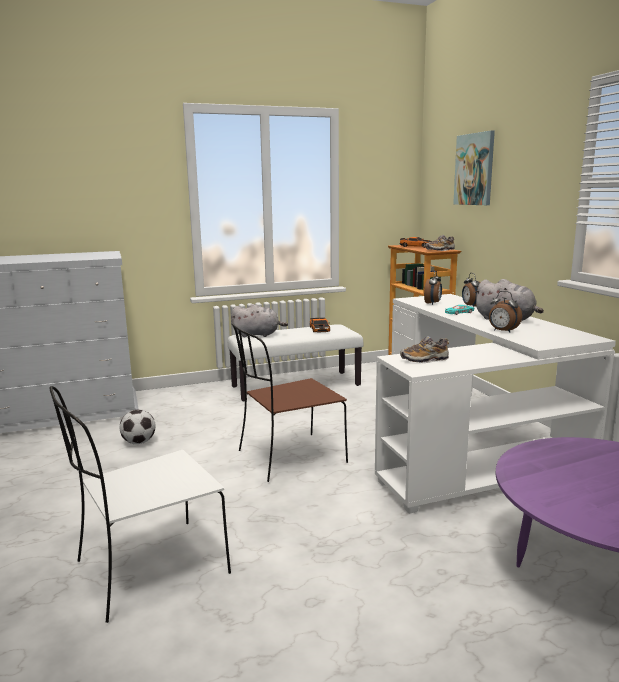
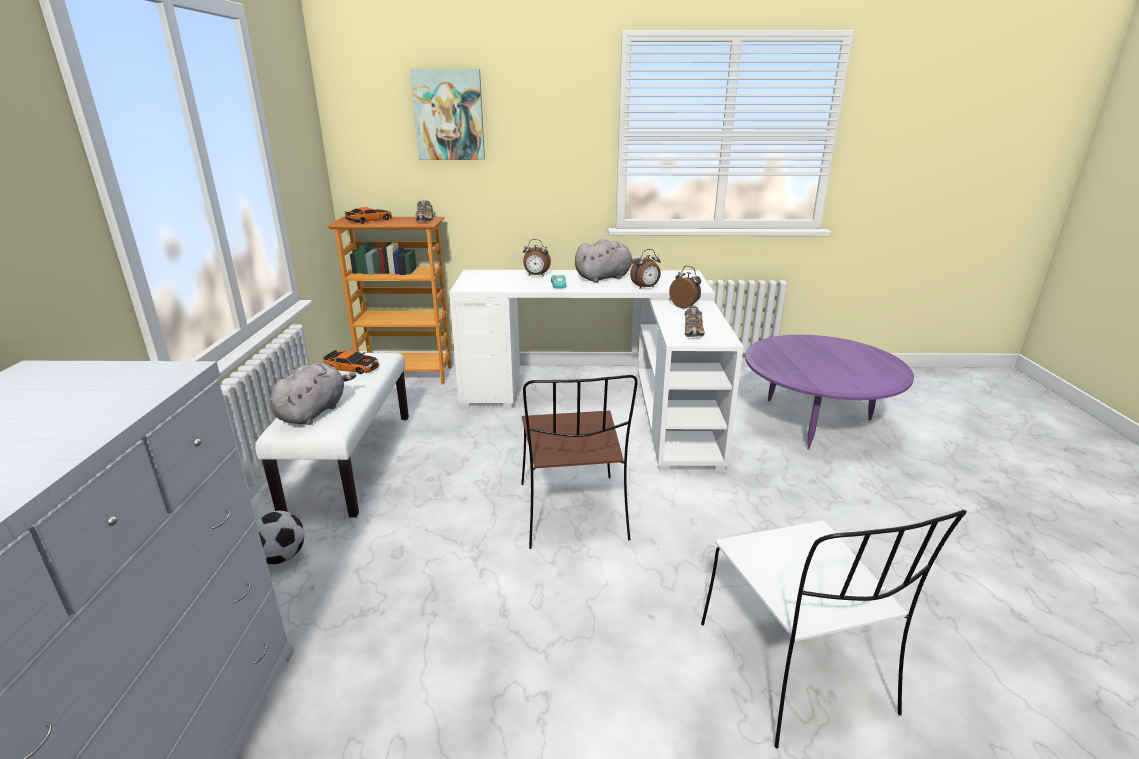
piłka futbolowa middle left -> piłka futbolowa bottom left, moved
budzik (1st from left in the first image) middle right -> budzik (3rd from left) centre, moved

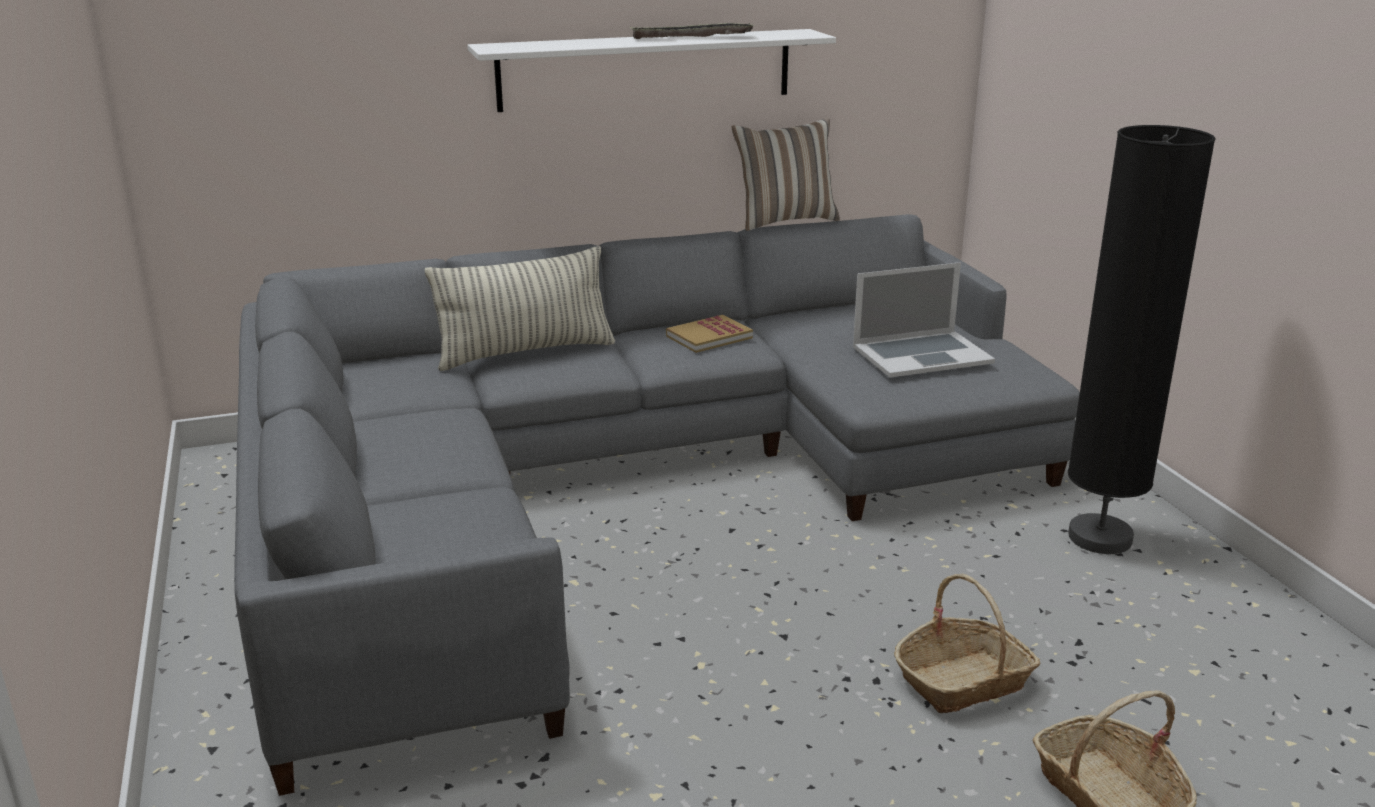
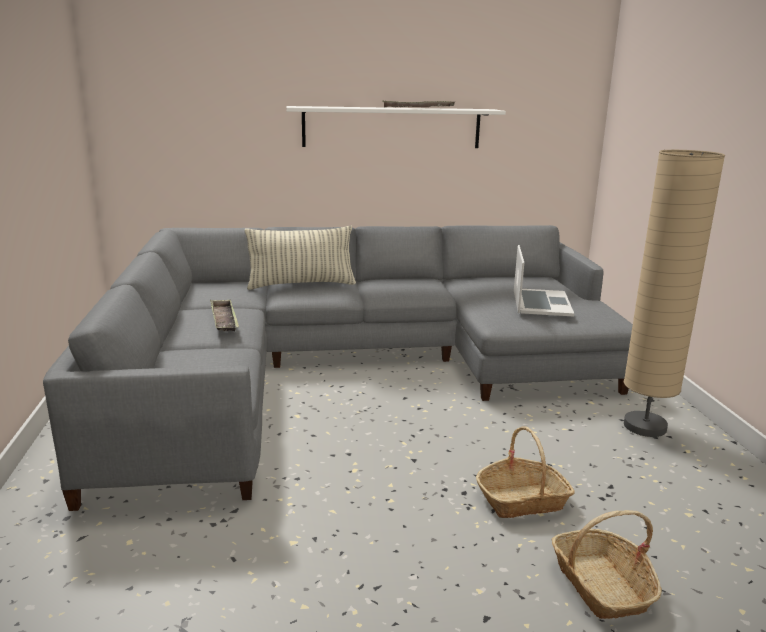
none -> taca (1st from left) middle left
laptop middle right, 75 degrees counterclockwise
lampa stojąca [czarny] middle right -> lampa stojąca [beżowy] middle right
książka centre -> none
poduszka (2nd from left) top centre -> none

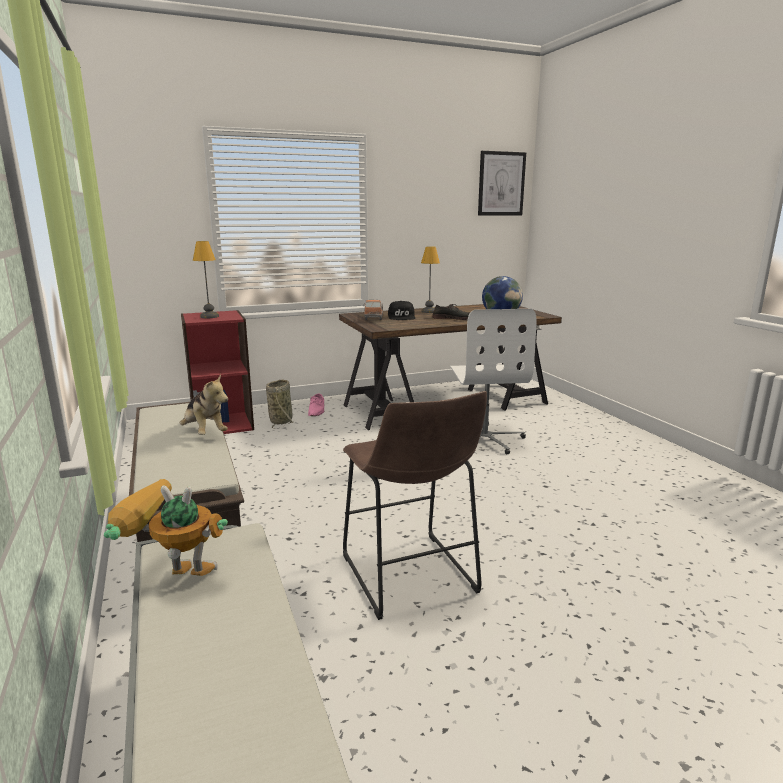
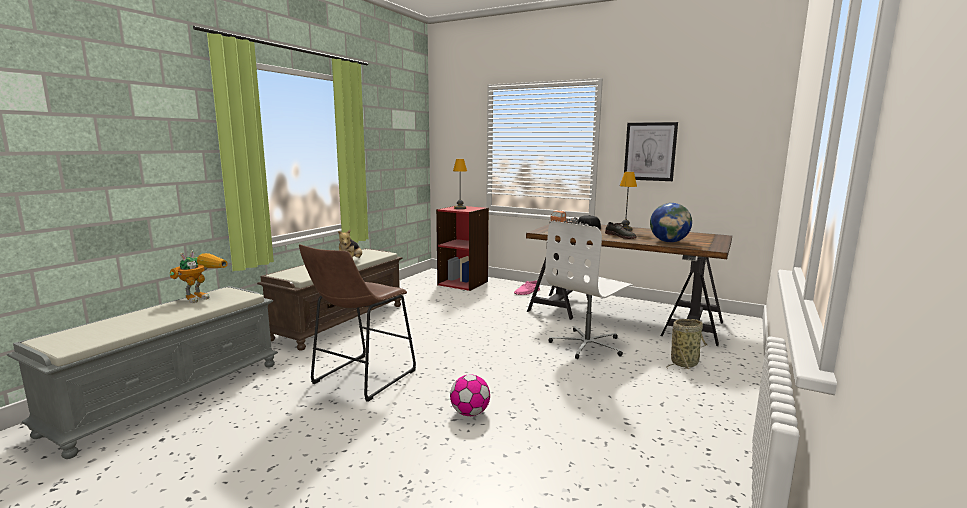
robot zabawkowy bottom left -> robot zabawkowy middle left, 60 degrees clockwise
none -> piłka futbolowa bottom centre
obraz top centre -> obraz top right, moved
koszyk centre -> koszyk bottom right, moved

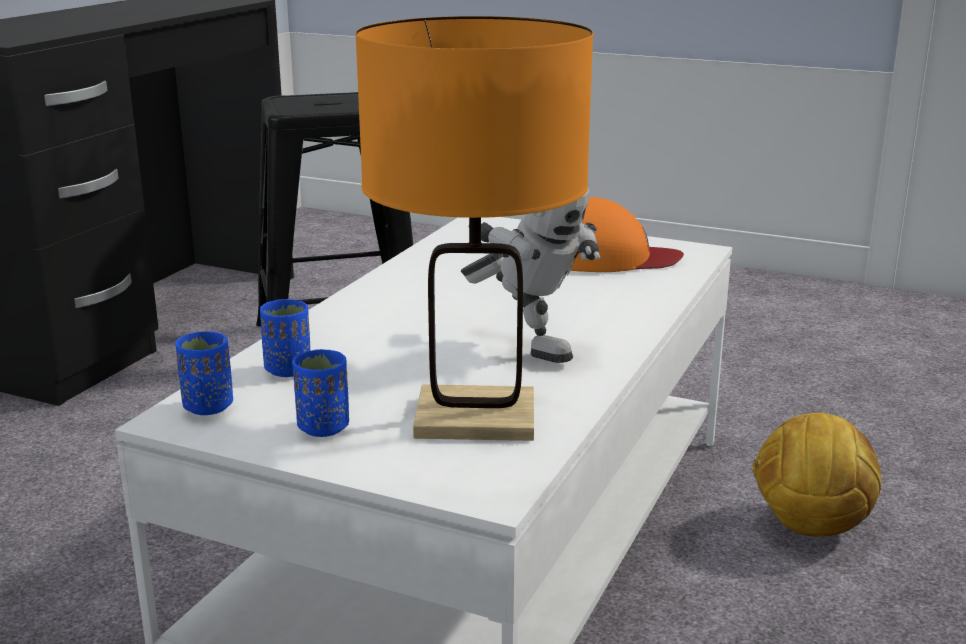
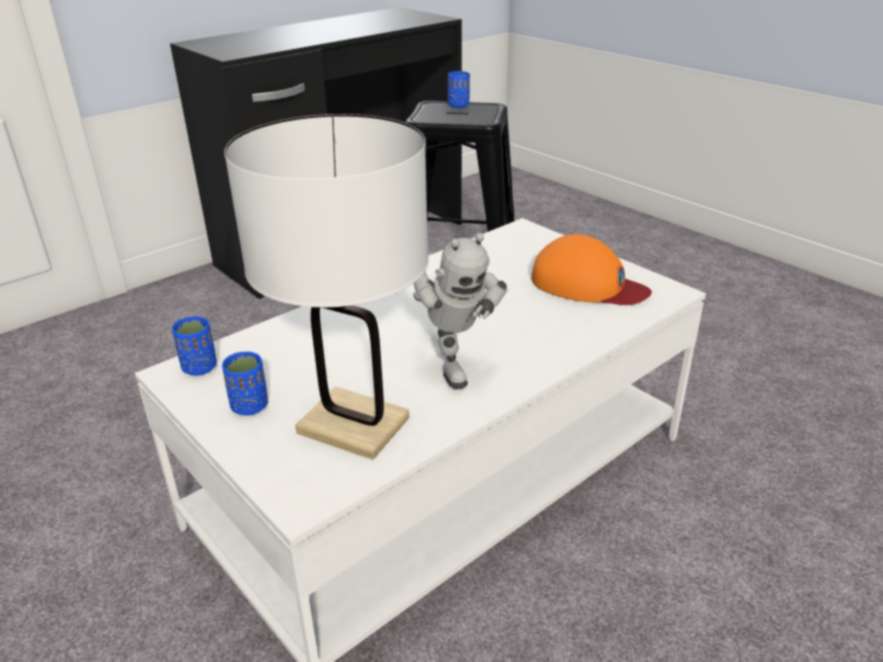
lampa stołowa [pomarańczowy] centre -> lampa stołowa [biały] centre
filiżanka [niebieski] (2nd from left in the first image) middle left -> filiżanka [niebieski] (3rd from left) top centre, moved
piłka futbolowa bottom right -> none

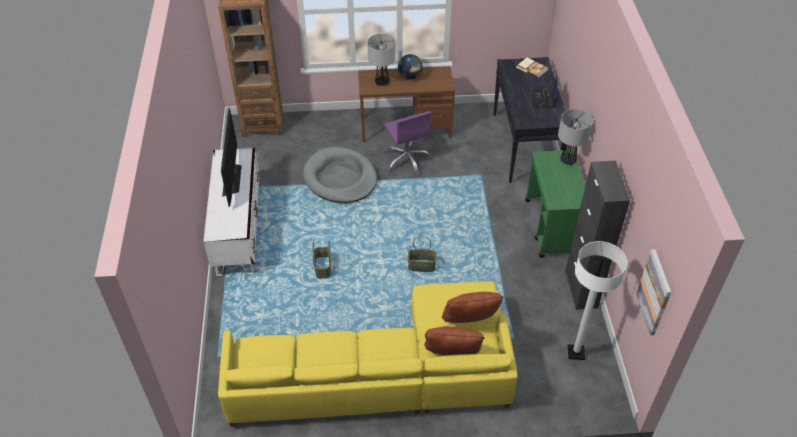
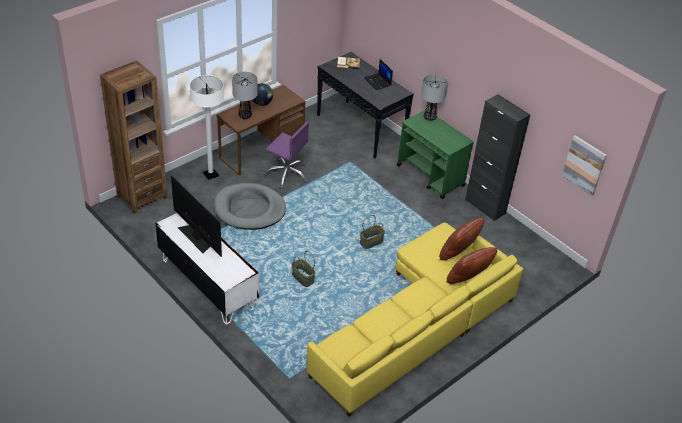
lampa stojąca [biały] bottom right -> lampa stojąca [biały] top left, moved

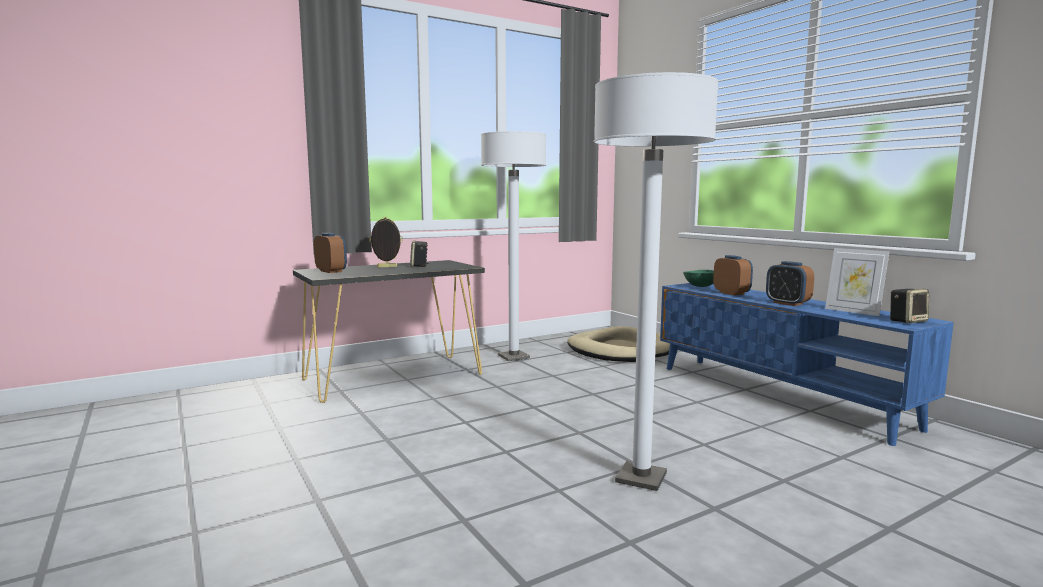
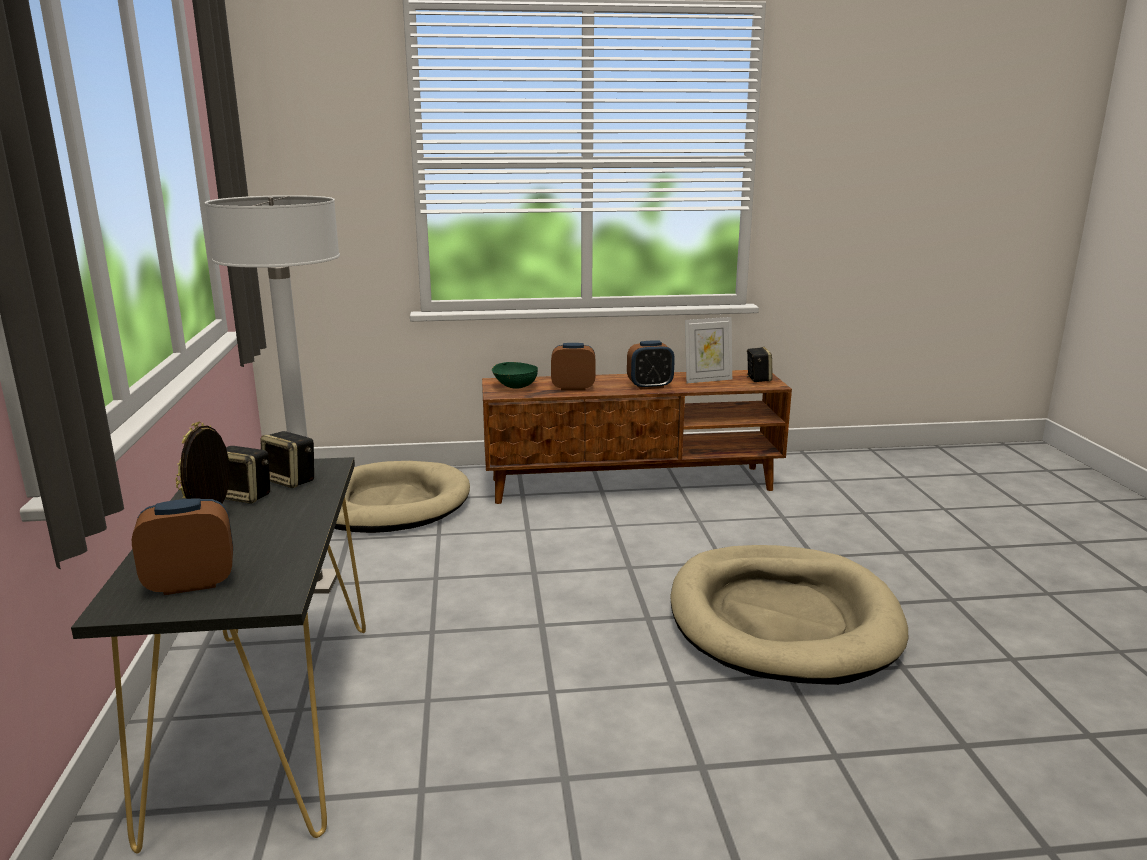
none -> głośnik (2nd from left) middle left
szafka pod telewizor [niebieski] middle right -> szafka pod telewizor [brązowy] centre
lampa stojąca [biały] (2nd from left) centre -> legowisko [beżowy] (2nd from left) bottom right

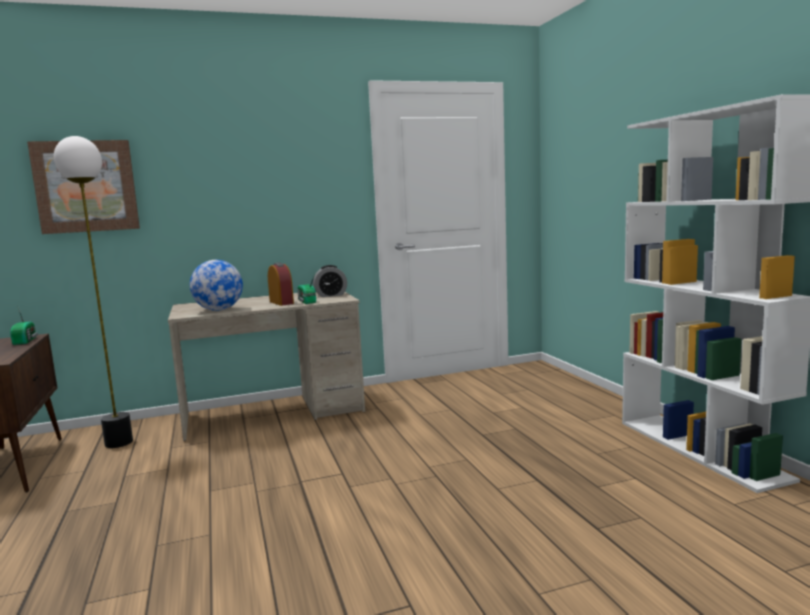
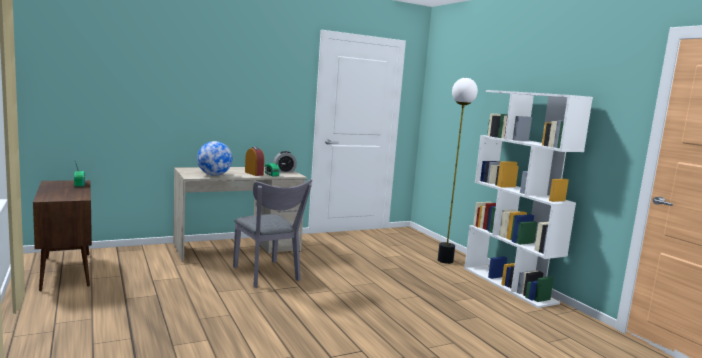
none -> krzesło [szary] centre
lampa stojąca middle left -> lampa stojąca centre, moved
obraz top left -> none

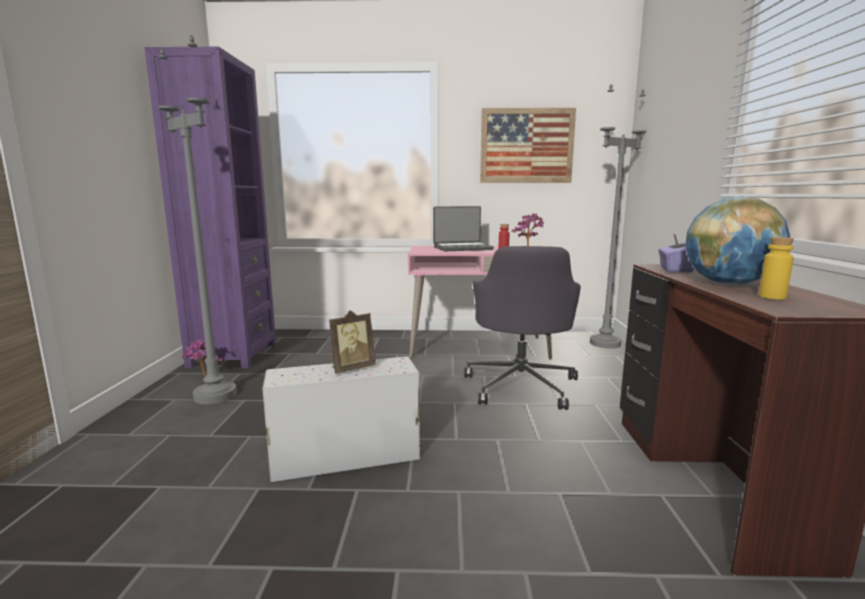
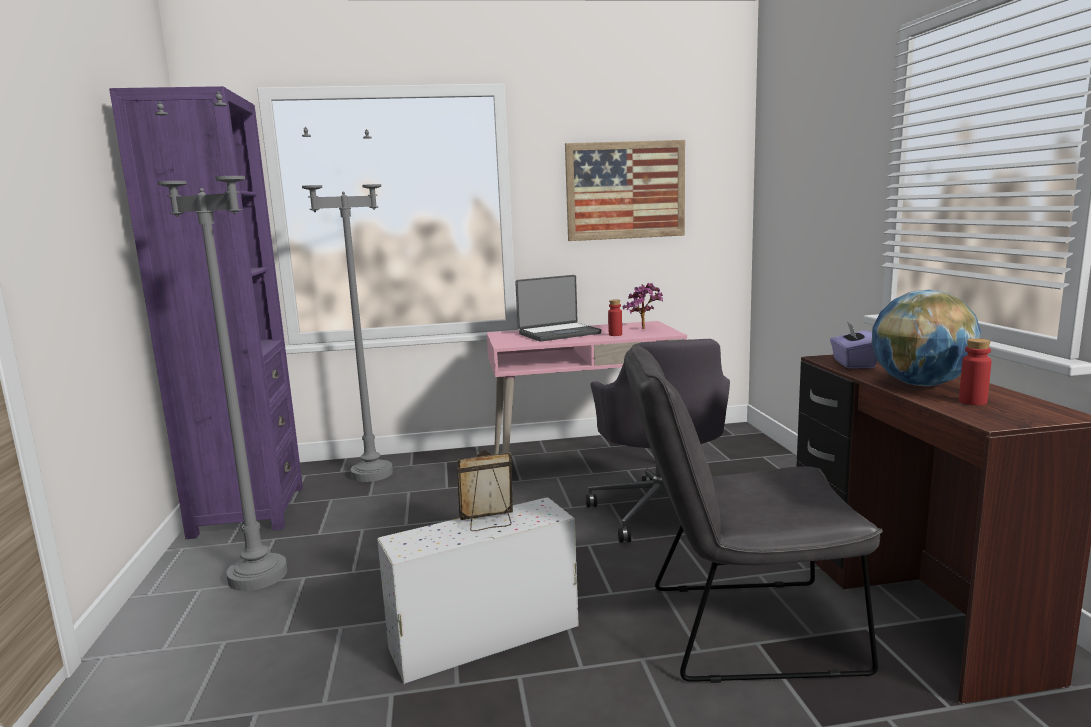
lampa stojąca [szary] (2nd from left) middle right -> lampa stojąca [szary] (2nd from left) middle left, moved
ramka na zdjęcie centre -> ramka na zdjęcie bottom centre, 150 degrees counterclockwise
none -> krzesło [szary] bottom right
butelka [żółty] middle right -> butelka [czerwony] (2nd from left) middle right
roślina doniczkowa (1st from left) middle left -> none

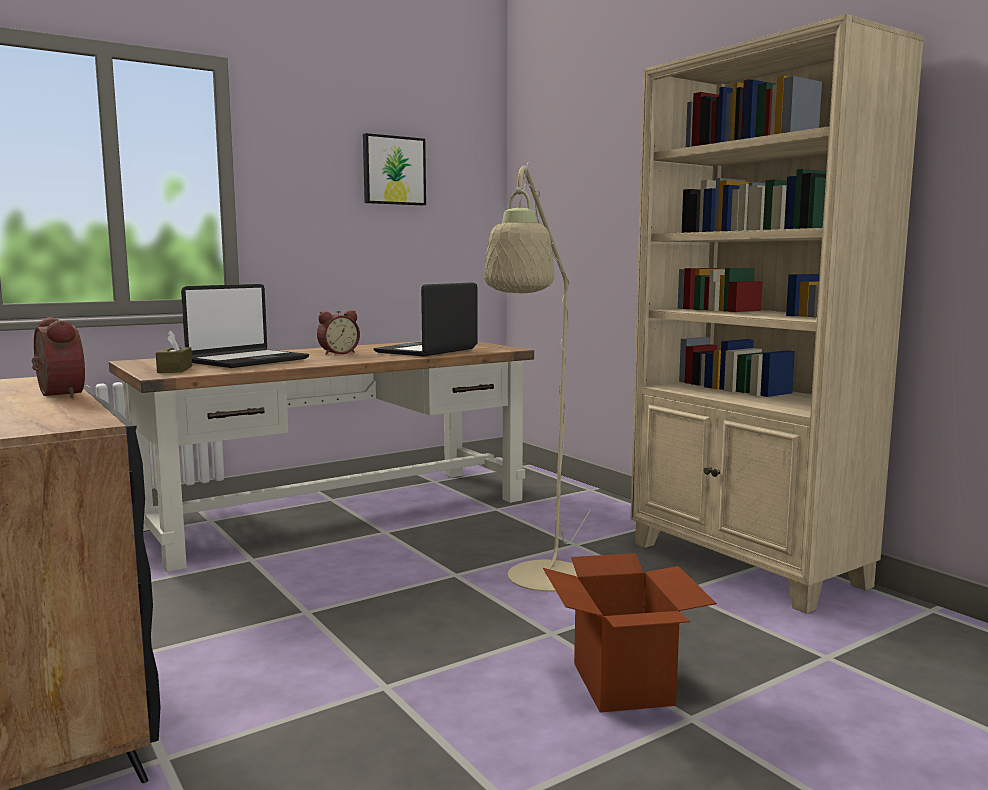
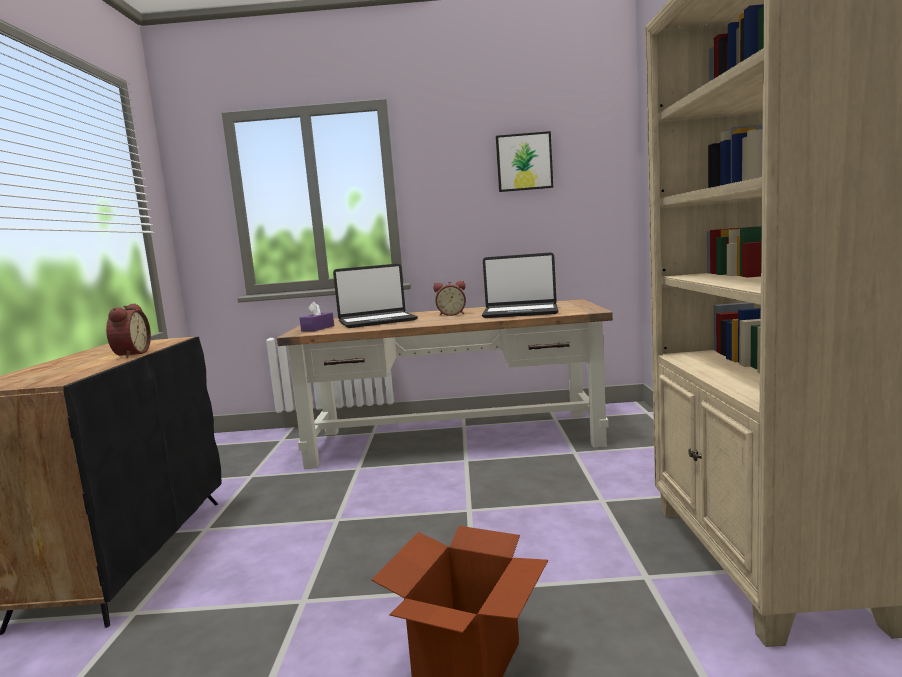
pudełko chusteczek [brązowy] middle left -> pudełko chusteczek [fioletowy] centre
laptop (2nd from left) centre, 150 degrees counterclockwise
lampa stojąca [beżowy] centre -> none

